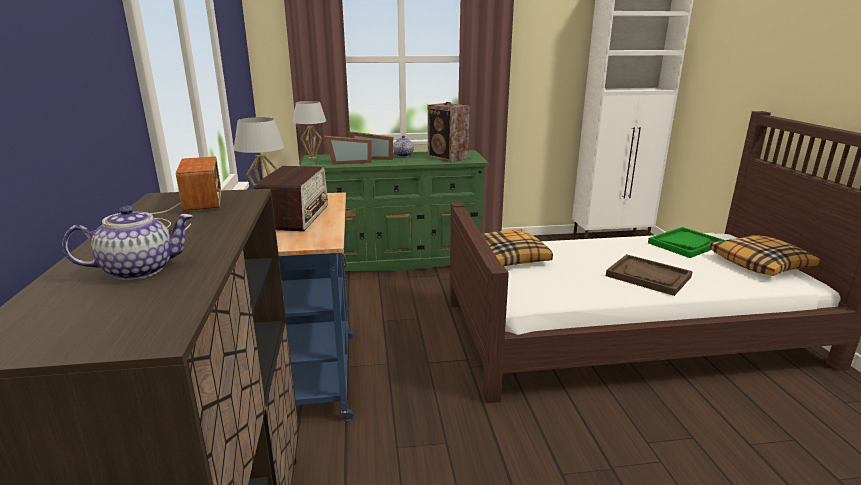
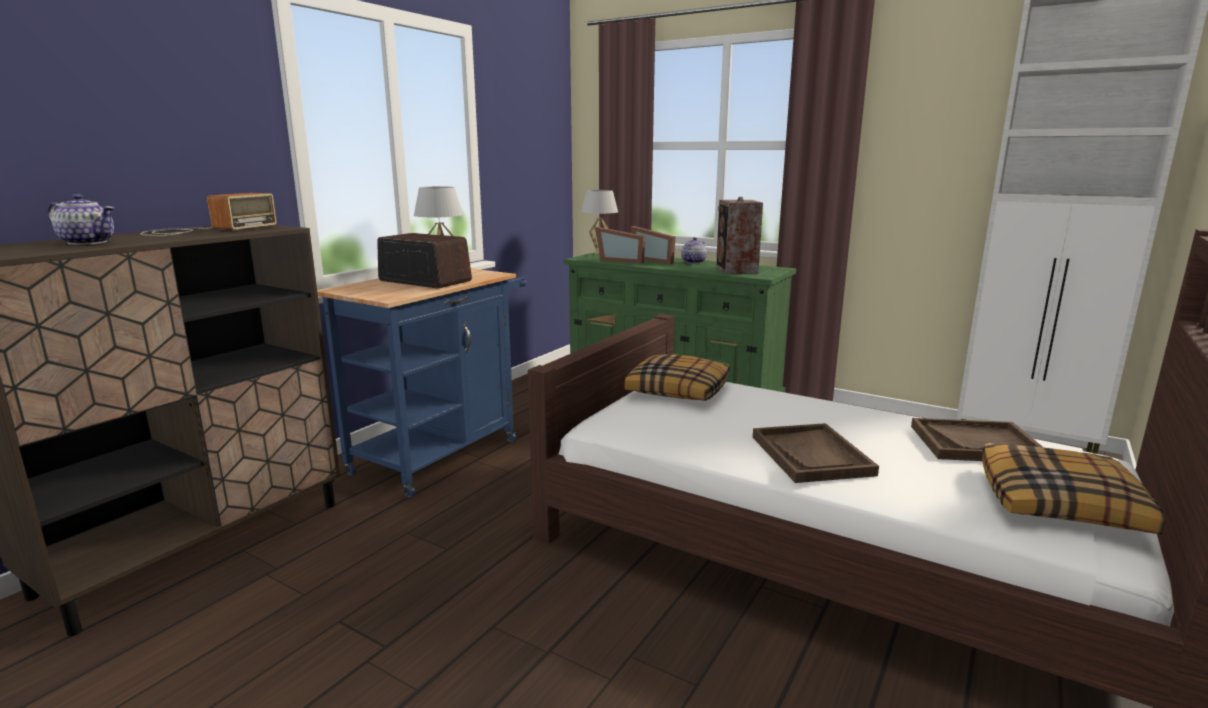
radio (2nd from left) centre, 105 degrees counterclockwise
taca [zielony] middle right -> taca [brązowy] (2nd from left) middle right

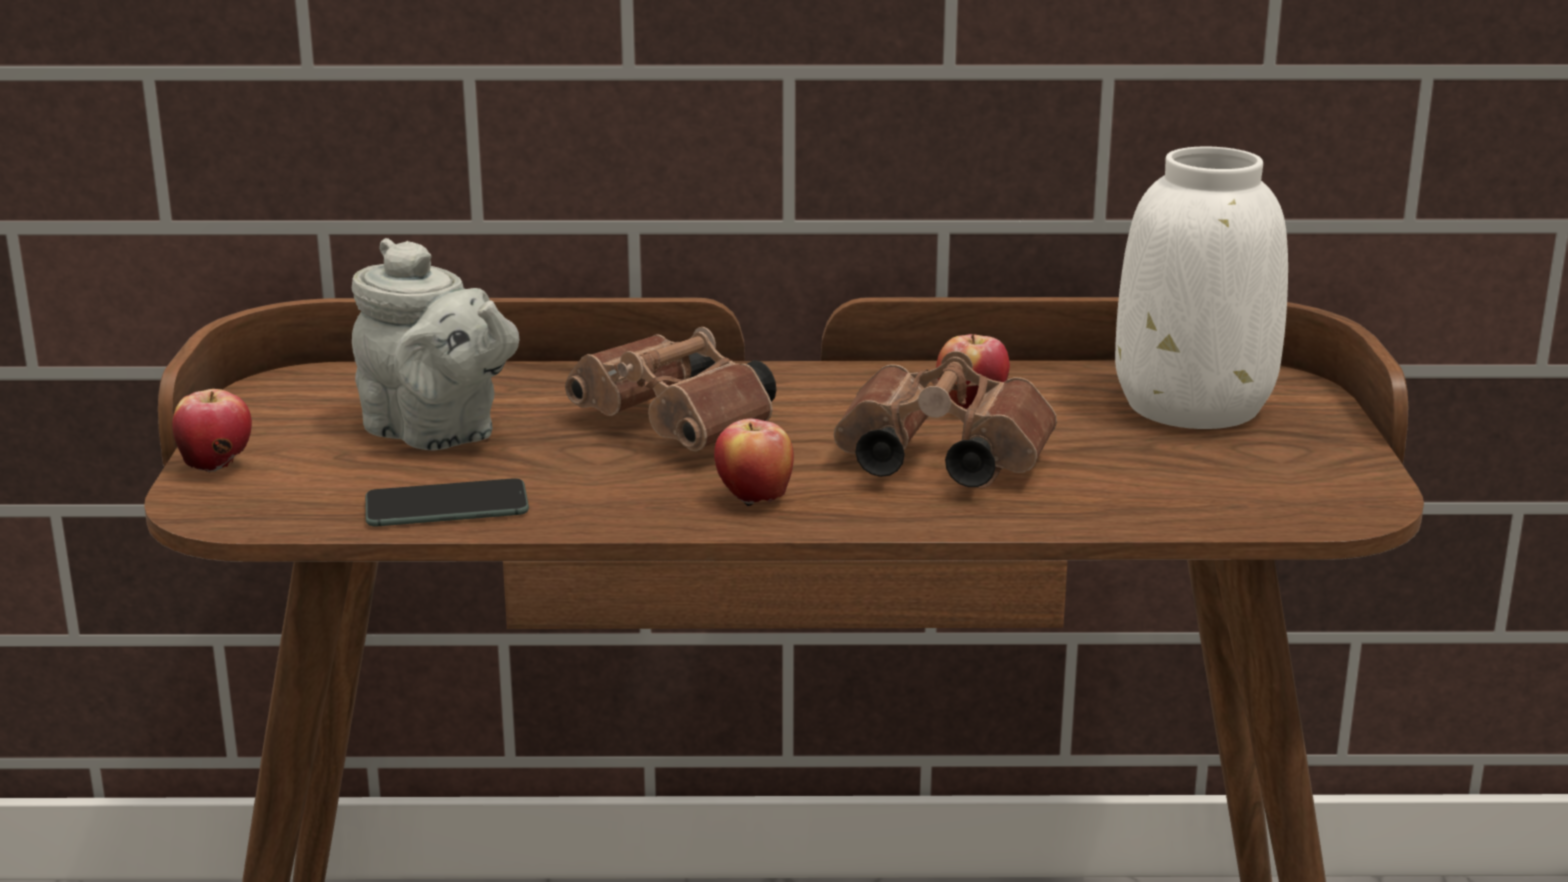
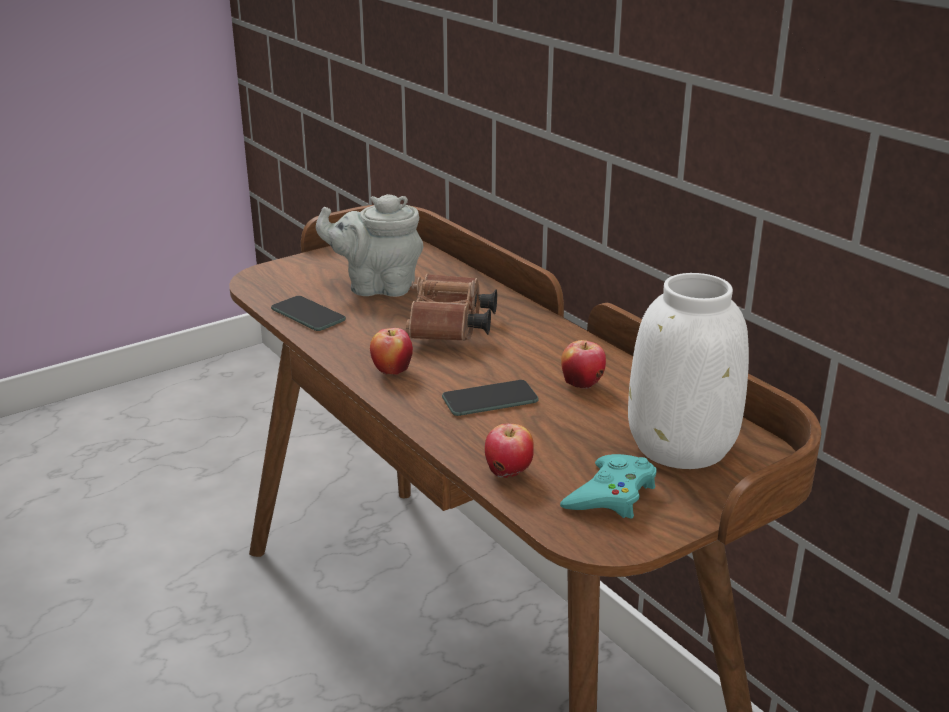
imbryk [szary] middle left -> imbryk [szary] centre, 90 degrees clockwise
lornetka [brązowy] (2nd from left) centre -> telefon (2nd from left) centre
jabłko (1st from left in the first image) middle left -> jabłko (2nd from left) centre, moved
none -> pad do gier [turkusowy] bottom centre

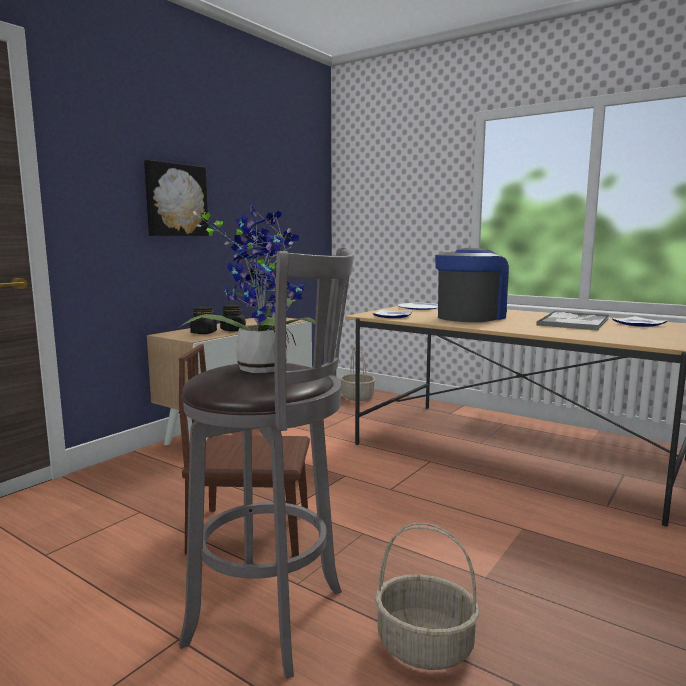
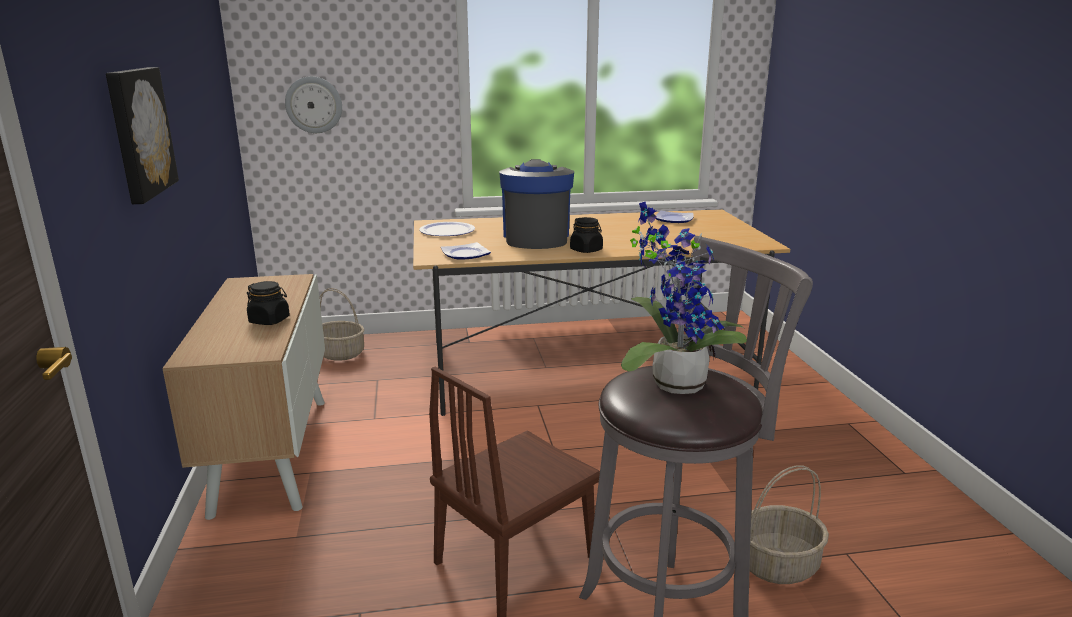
none -> zegar ścienny top left
słoik [czarny] (1st from left in the first image) middle left -> słoik [czarny] (2nd from left) centre, moved
taca middle right -> none

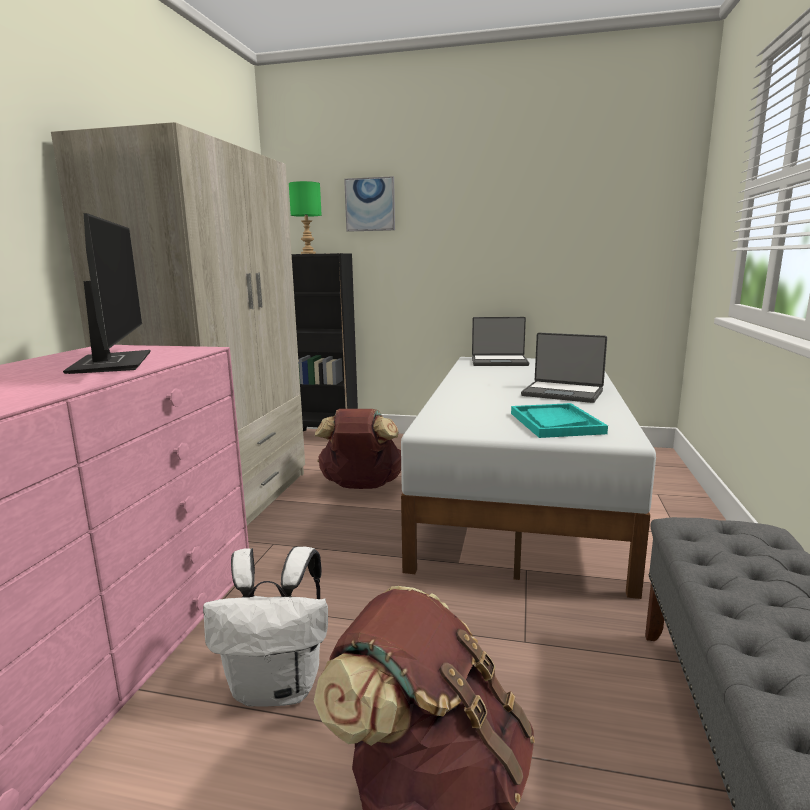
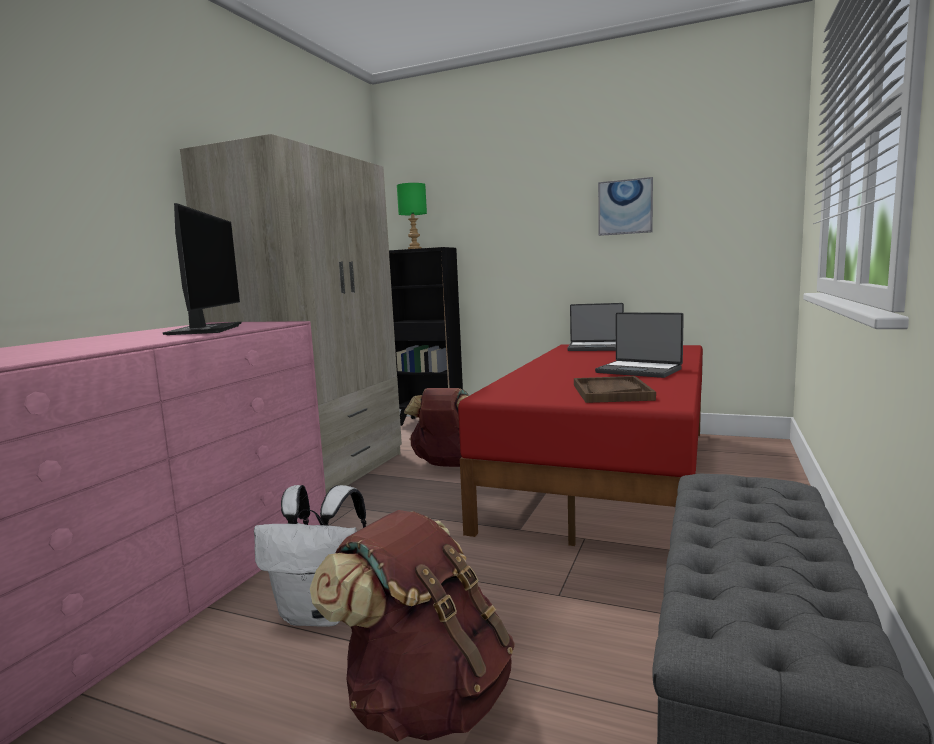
łóżko [biały] centre -> łóżko [czerwony] centre
taca [turkusowy] middle right -> taca [brązowy] centre
obraz top centre -> obraz top right, moved

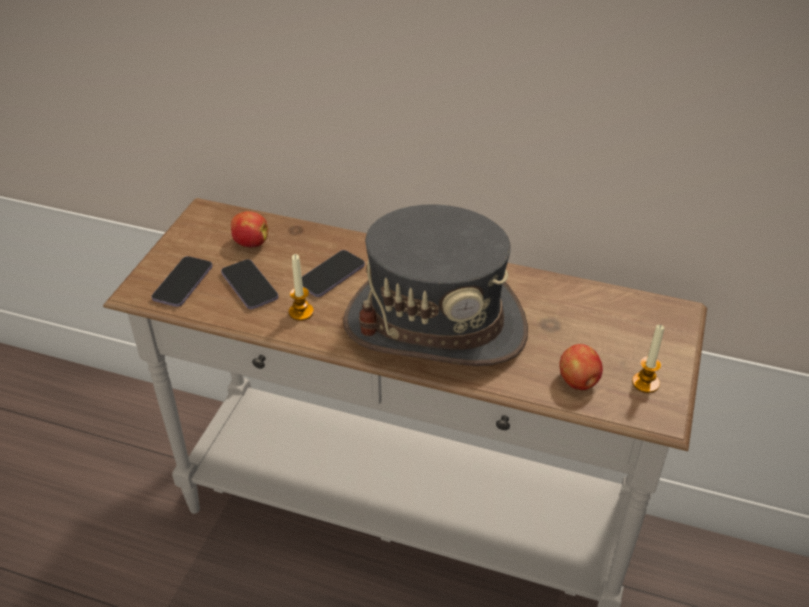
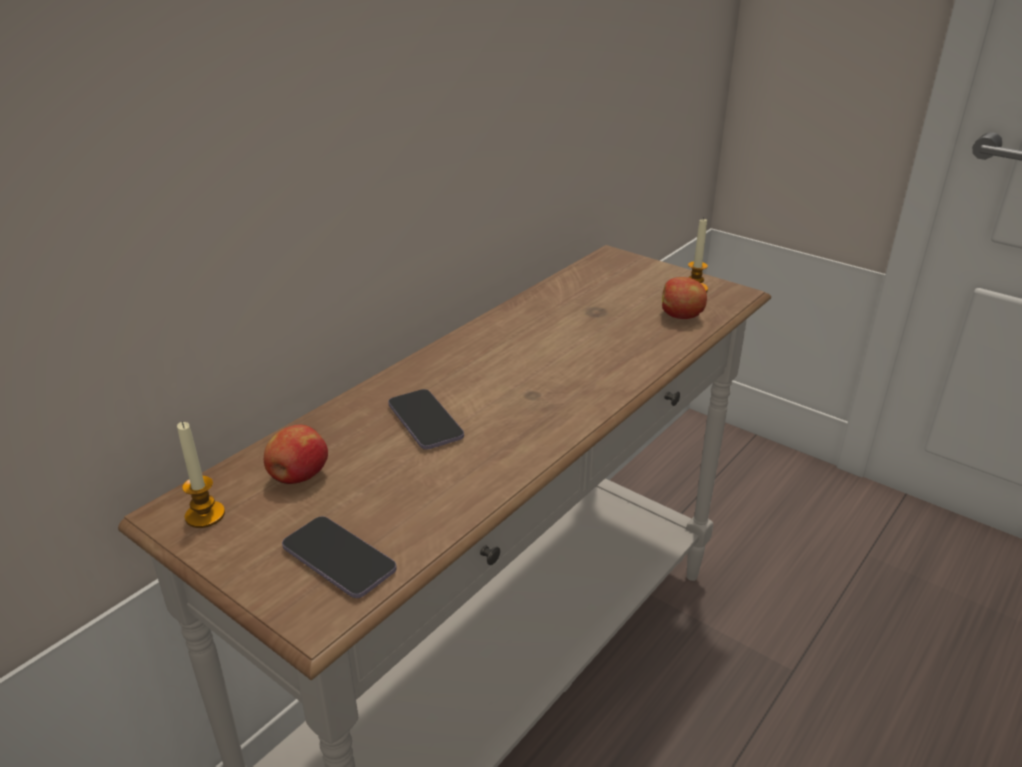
świeca (1st from left) centre -> świeca (1st from left) middle left, moved
telefon (2nd from left) middle left -> none
kapelusz [szary] centre -> none

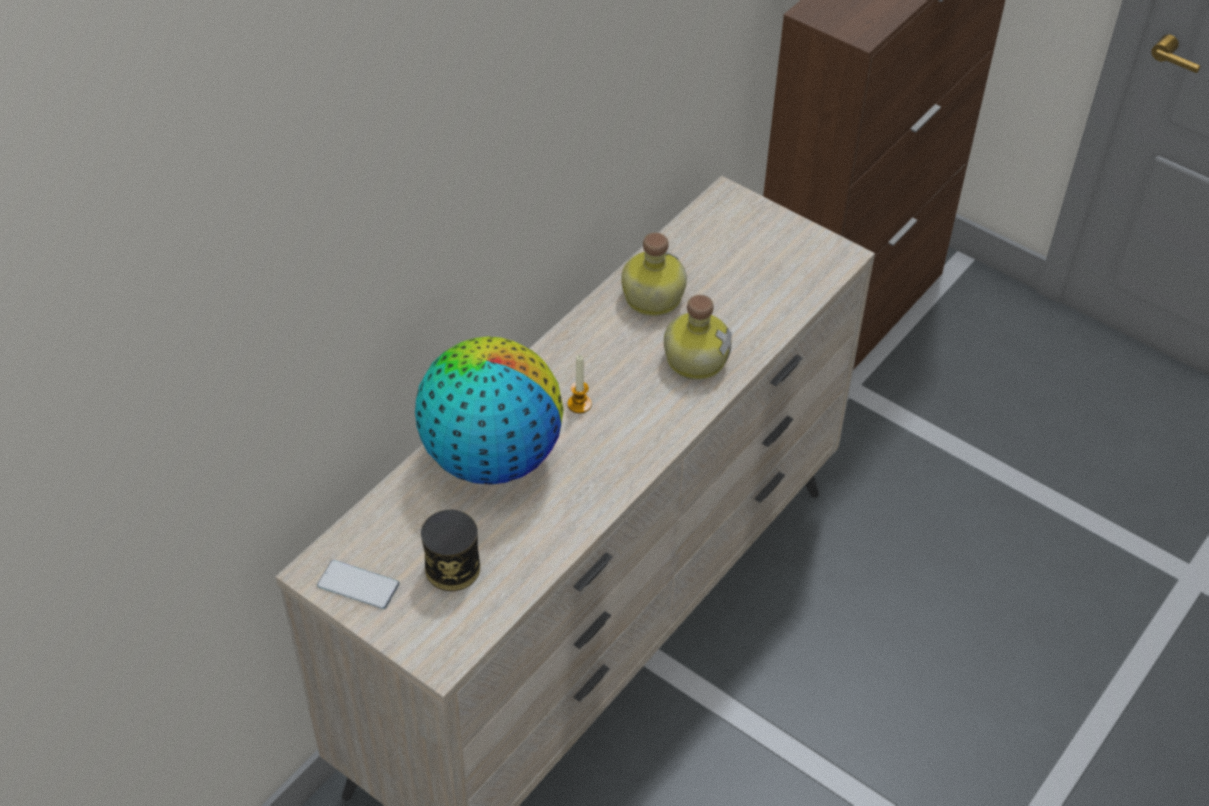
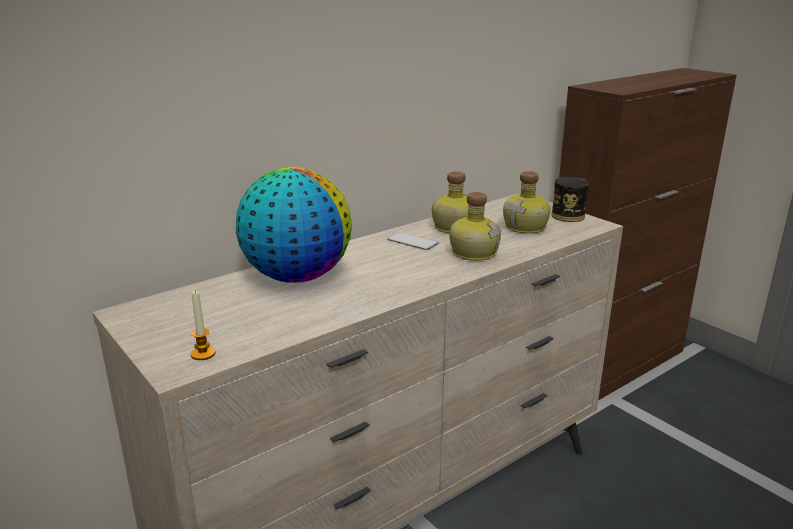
świeca centre -> świeca middle left, moved
telefon bottom left -> telefon centre, moved
none -> butelka (3rd from left) centre
puszka bottom centre -> puszka middle right, moved

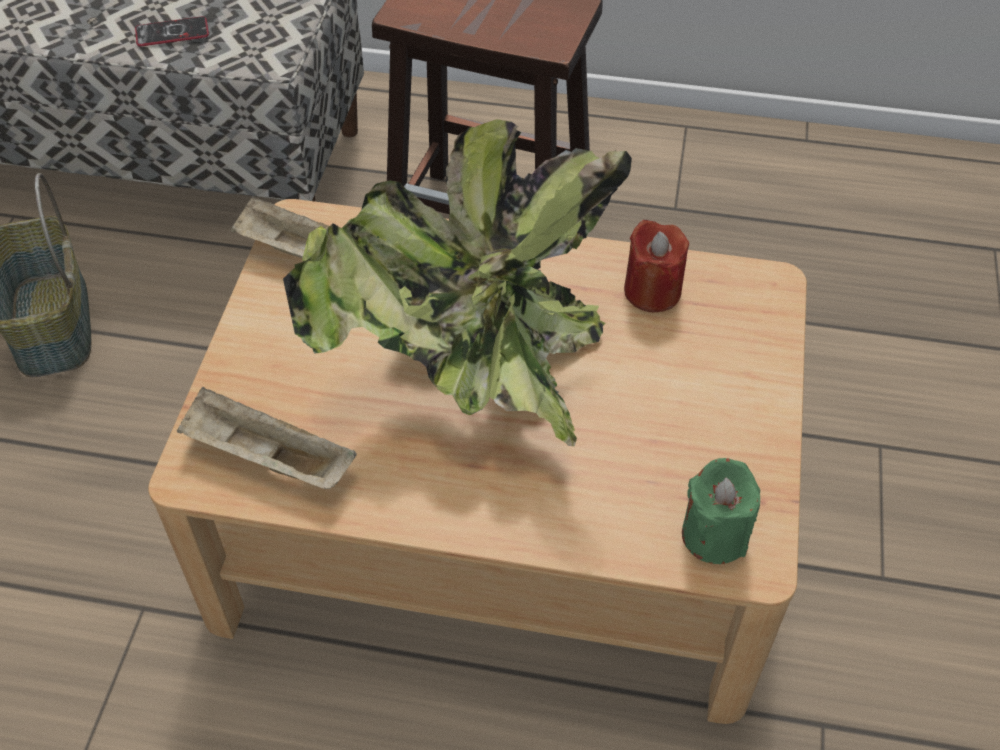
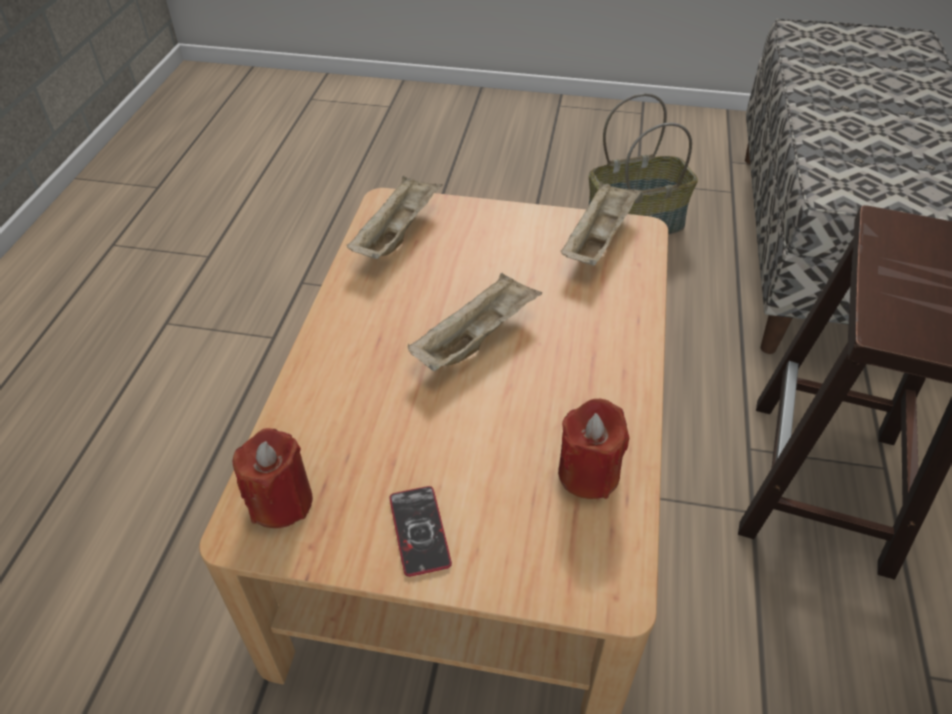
świeca [zielony] bottom right -> świeca [czerwony] (1st from left) bottom left
telefon top left -> telefon bottom centre, moved
roślina doniczkowa centre -> taca [beżowy] (2nd from left) centre

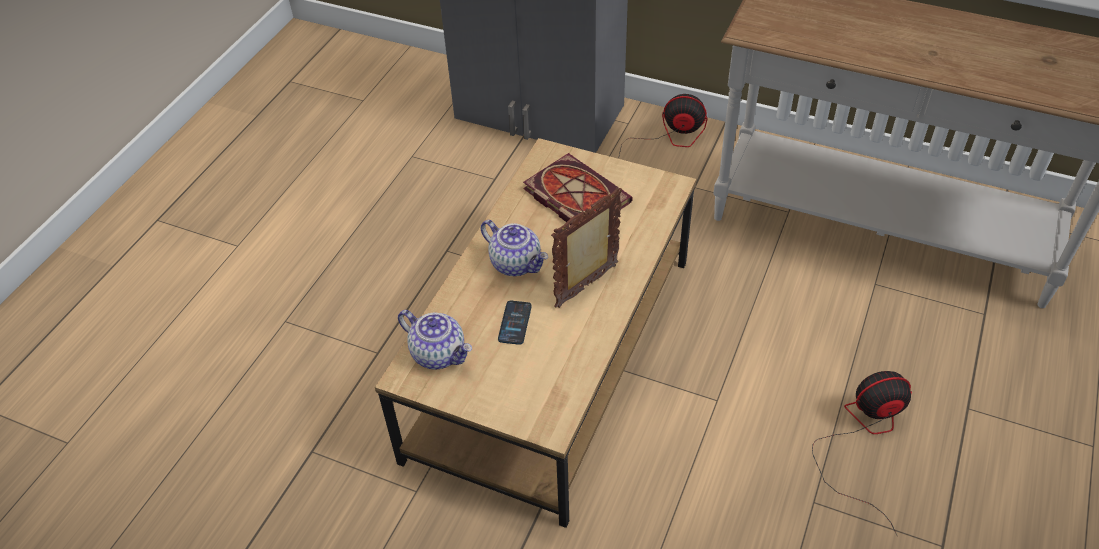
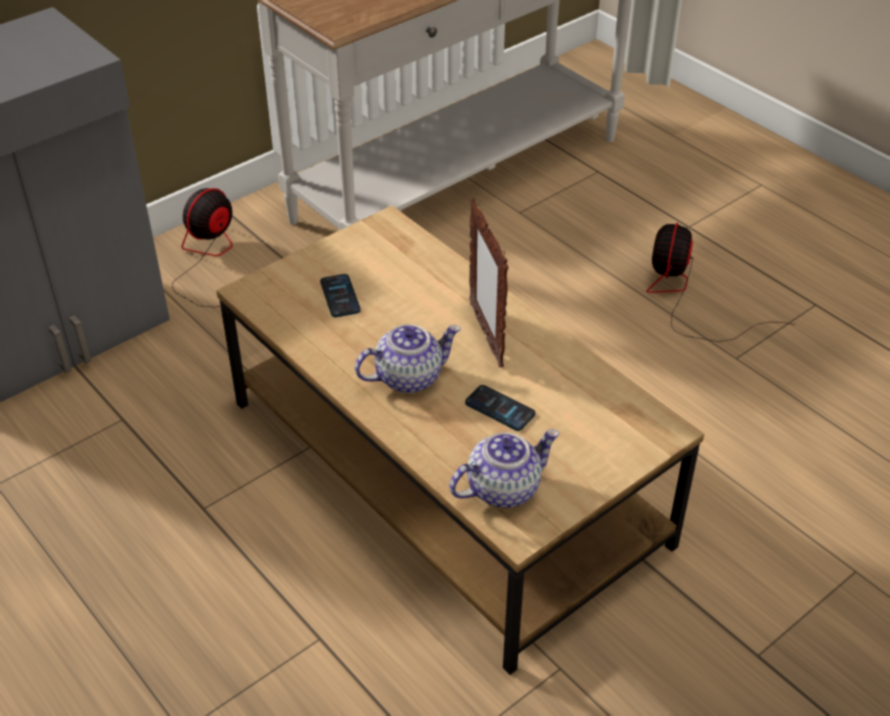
książka centre -> telefon (1st from left) centre

